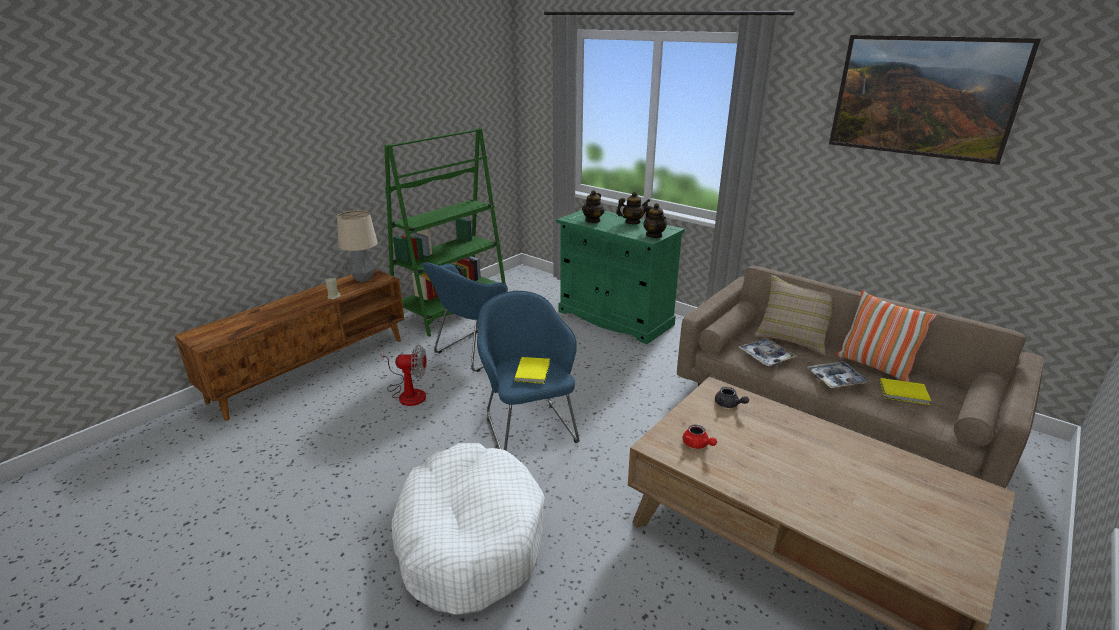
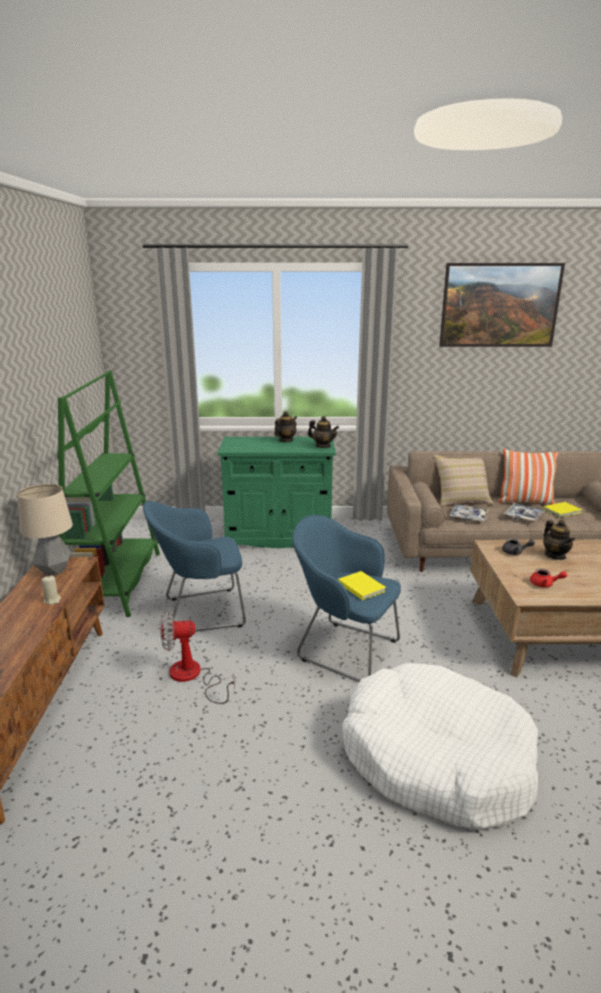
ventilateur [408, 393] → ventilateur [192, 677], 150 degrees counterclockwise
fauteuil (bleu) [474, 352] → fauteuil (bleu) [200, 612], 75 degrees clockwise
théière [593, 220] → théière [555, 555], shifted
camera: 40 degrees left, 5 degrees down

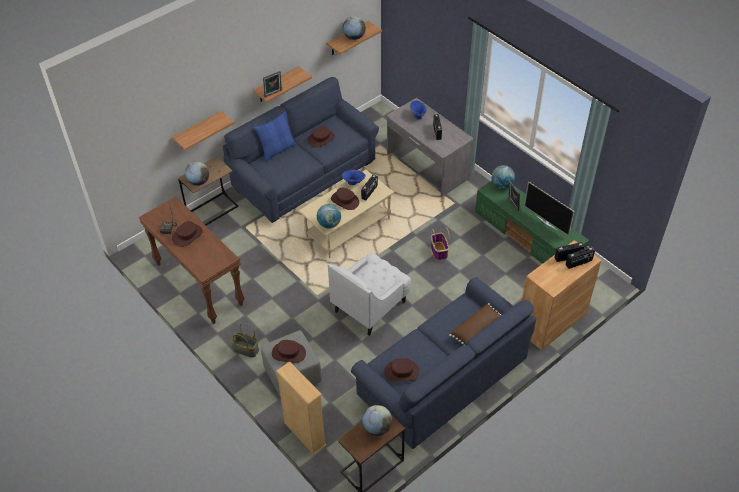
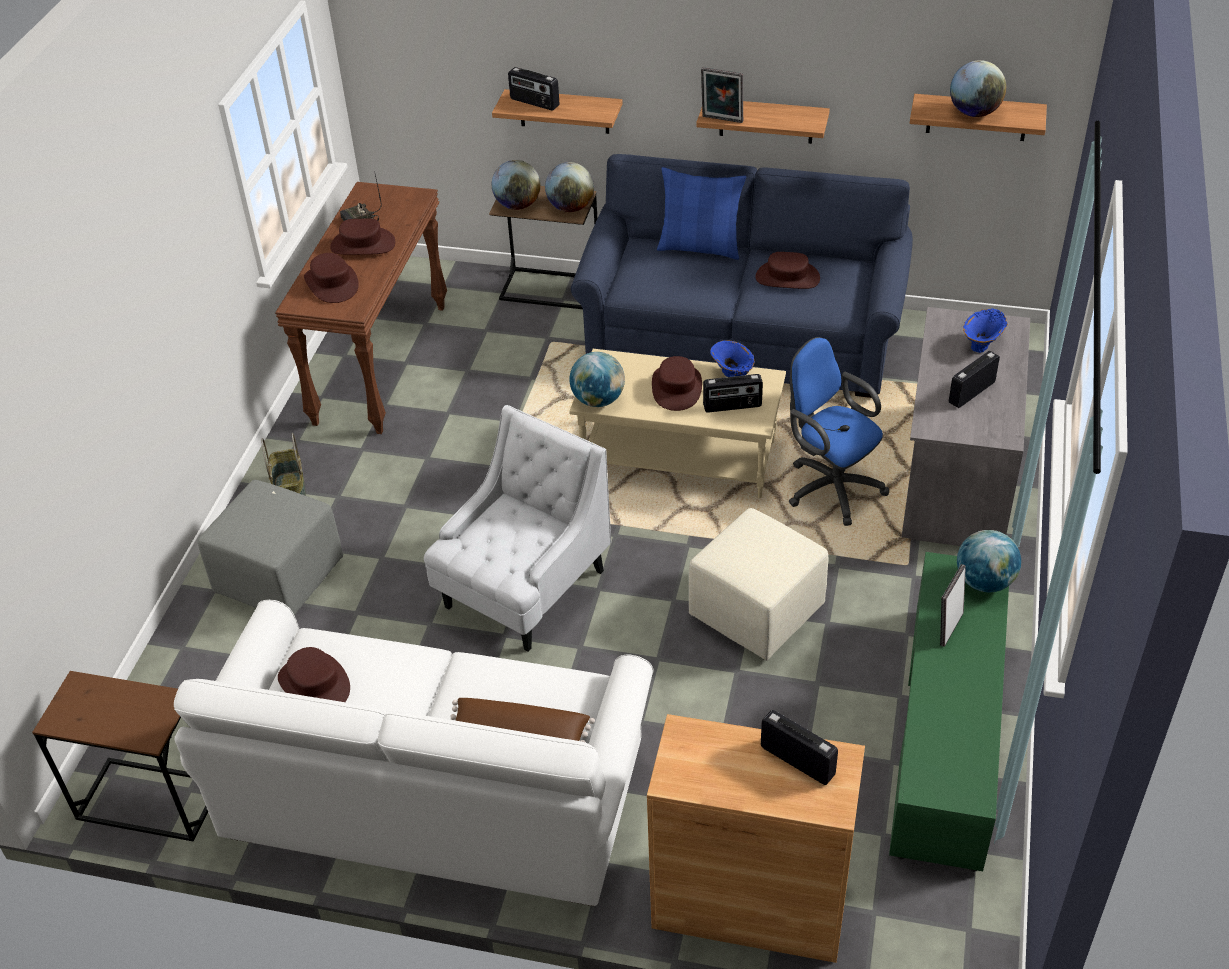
chapeau (marron) [289, 353] → chapeau (marron) [332, 283], shifted
bibliothèque (beige) [304, 434] → -
fauteuil (blanc) [370, 306] → fauteuil (blanc) [523, 590], 120 degrees clockwise
canapé (bleu) [442, 379] → canapé (blanc) [435, 794]
globe [377, 428] → globe [571, 207], shifted
panier [438, 251] → pouf (beige) [757, 610]
téléviseur [547, 222] → -
radio [579, 263] → radio [534, 103], shifted
- → chaise de bureau (bleu) [830, 486]
camera: 55 degrees right, 5 degrees down

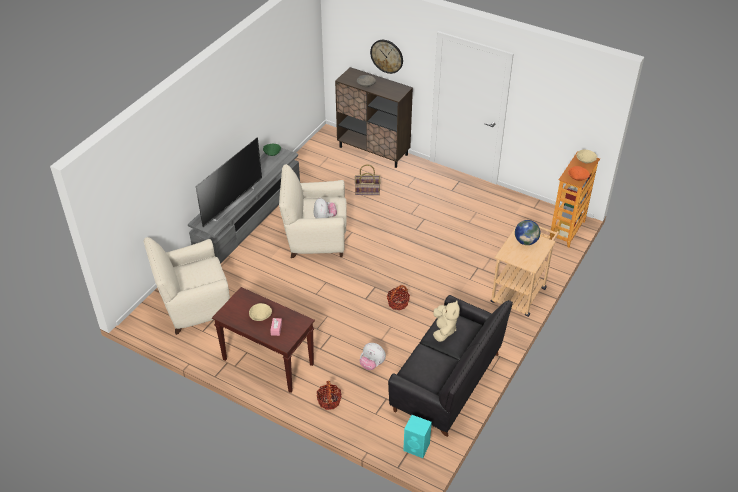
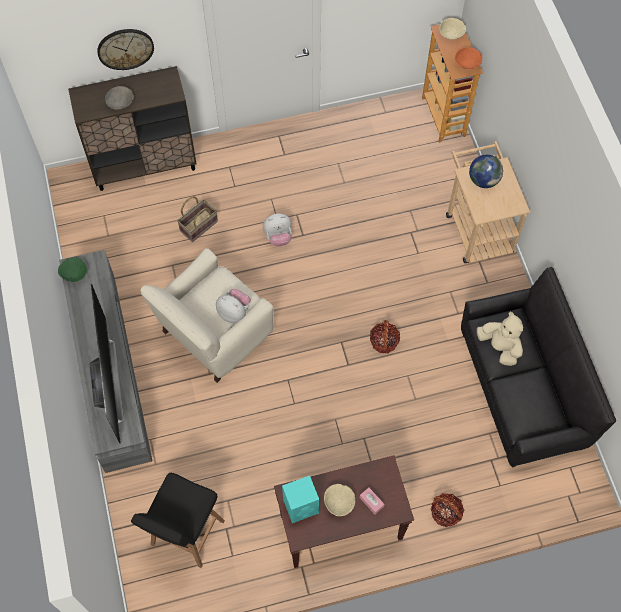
fauteuil (beige) [194, 306] → tabouret (noir) [186, 535]
peluche [372, 364] → peluche [278, 237], shifted
enceinte (turquoise) [417, 447] → enceinte (turquoise) [301, 506], shifted
camera: 45 degrees left, 20 degrees up

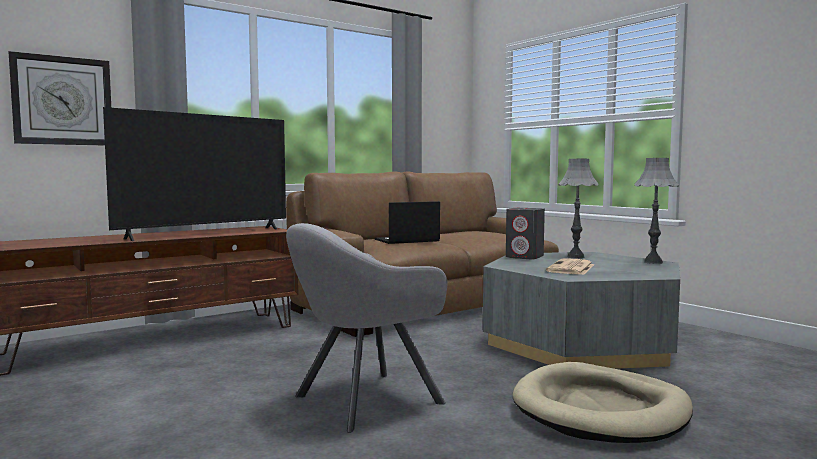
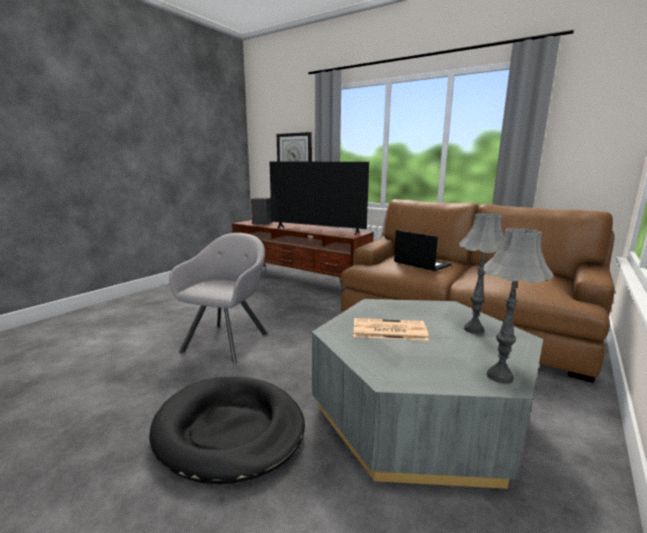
fauteuil (gris) [362, 401] → fauteuil (gris) [228, 340], 75 degrees clockwise
enceinte (gris) [525, 257] → enceinte (gris) [262, 223], shifted
panier pour chien (beige) [601, 410] → panier pour chien (noir) [230, 430]
camera: 70 degrees right, 10 degrees up

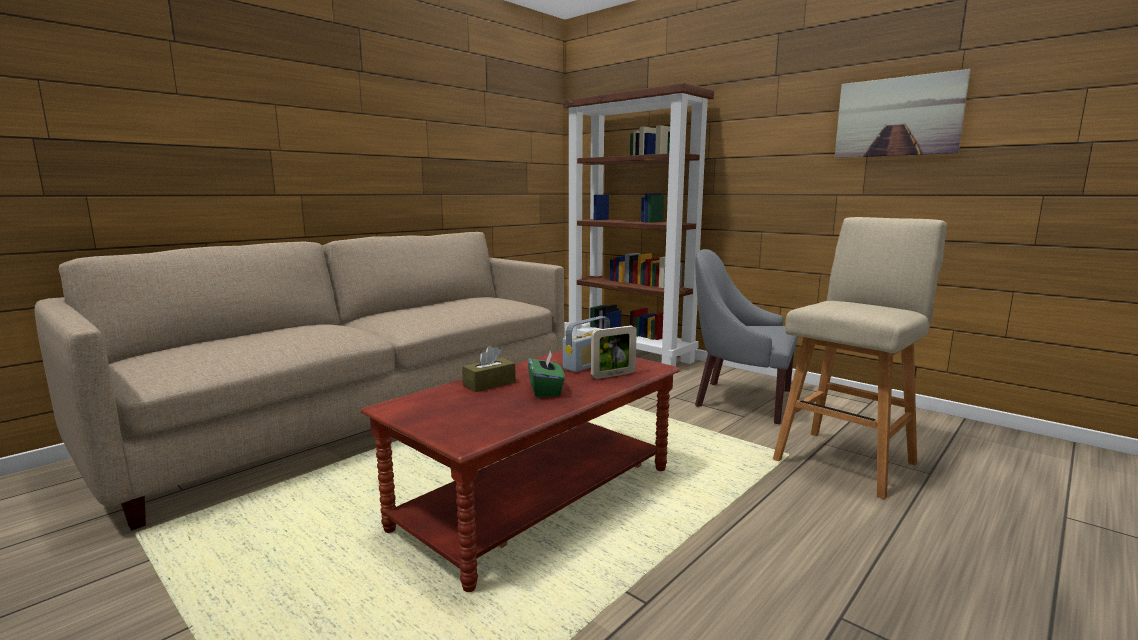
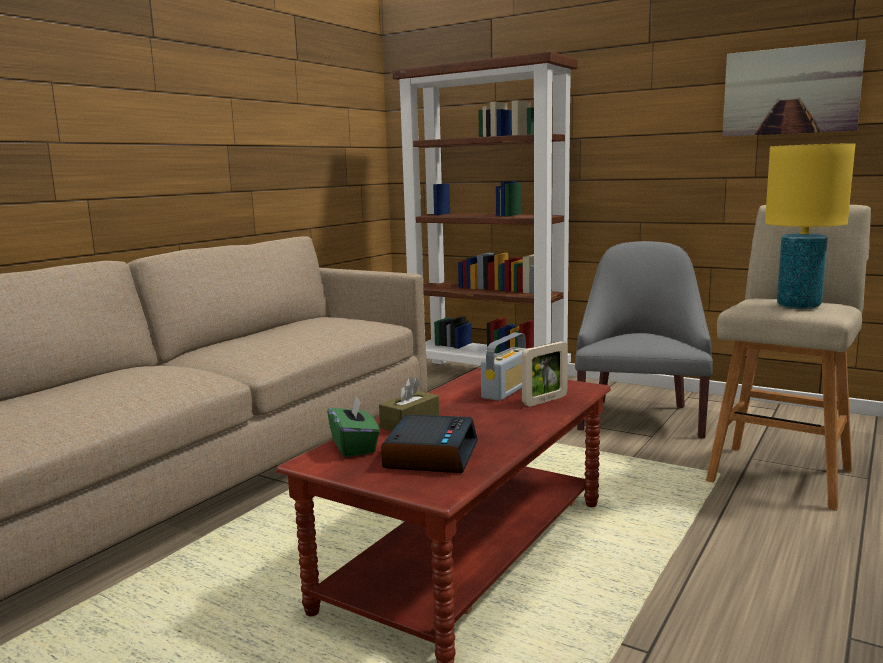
boîte à mouchoirs (vert) [546, 390] → boîte à mouchoirs (vert) [354, 447], shifted
fauteuil (gris) [741, 399] → fauteuil (gris) [640, 417], 90 degrees clockwise
- → réveil [430, 455]
- → lampe de table (jaune) [798, 306]
camera: 10 degrees left, 0 degrees up

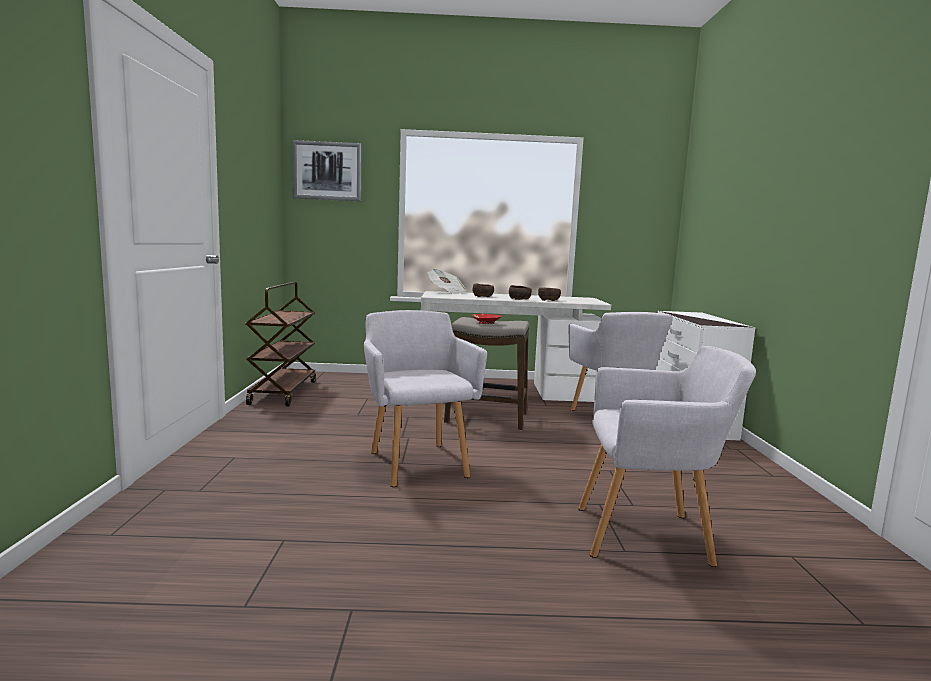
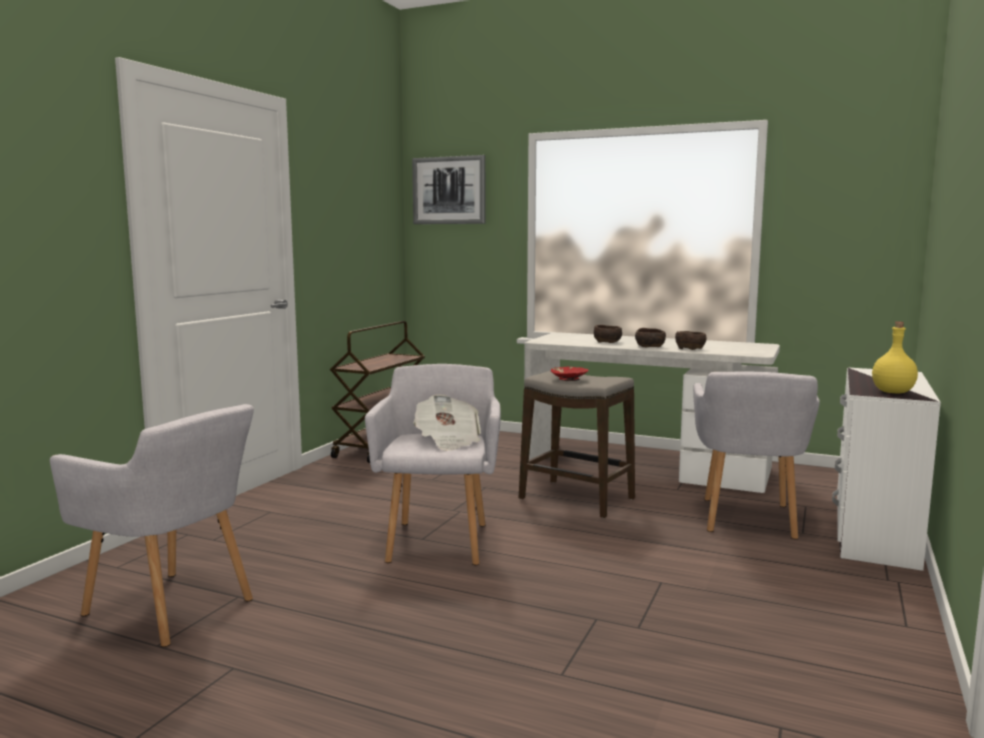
journal [446, 292] → journal [448, 441], shifted
fauteuil (gris) [649, 535] → fauteuil (gris) [173, 609], shifted
- → bouteille (jaune) [892, 392]
camera: 25 degrees right, 0 degrees up

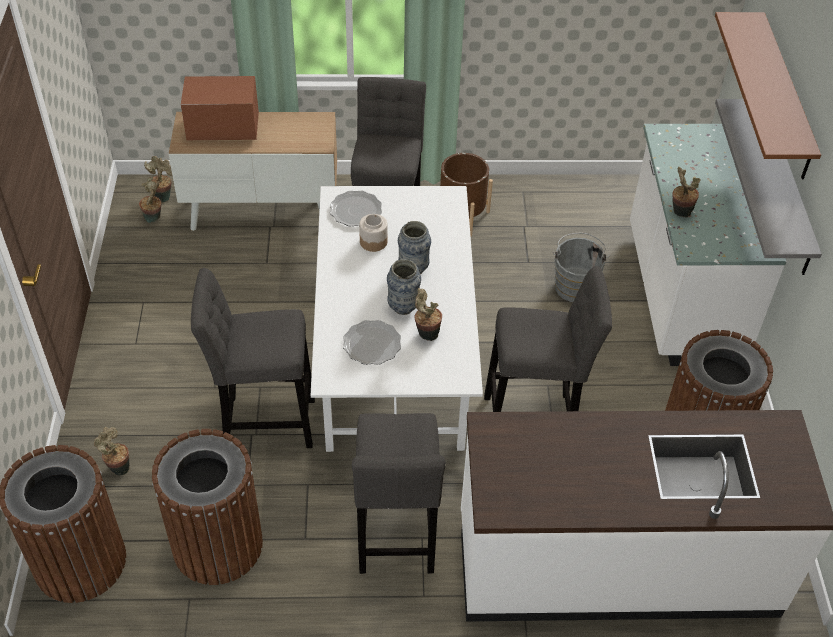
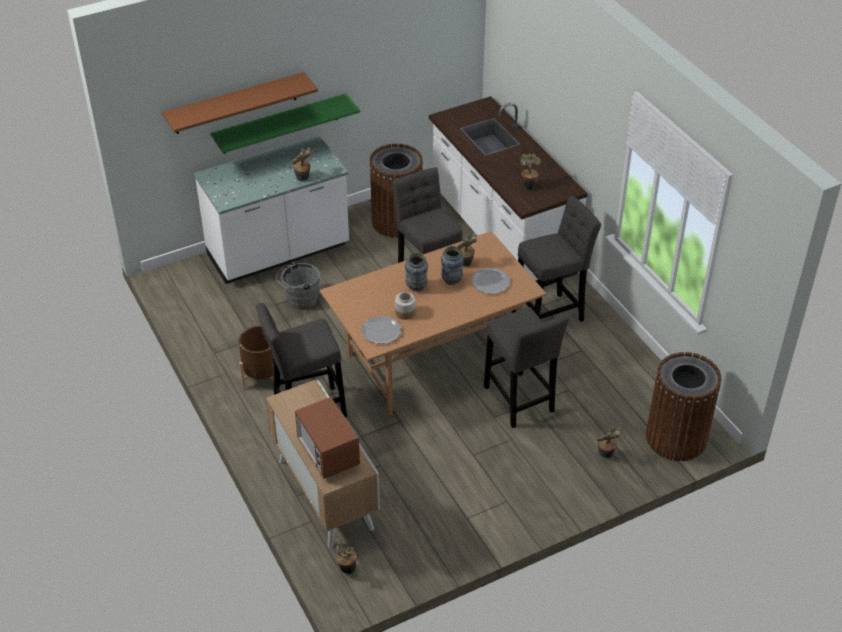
plante en pot [154, 218] → plante en pot [528, 186], shifted
poubelle (marron) [218, 545] → -
table à manger (blanc) [395, 370] → table à manger (marron) [432, 358]
étagère (gris) [785, 188] → étagère (vert) [280, 124]
camera: 115 degrees left, 5 degrees down

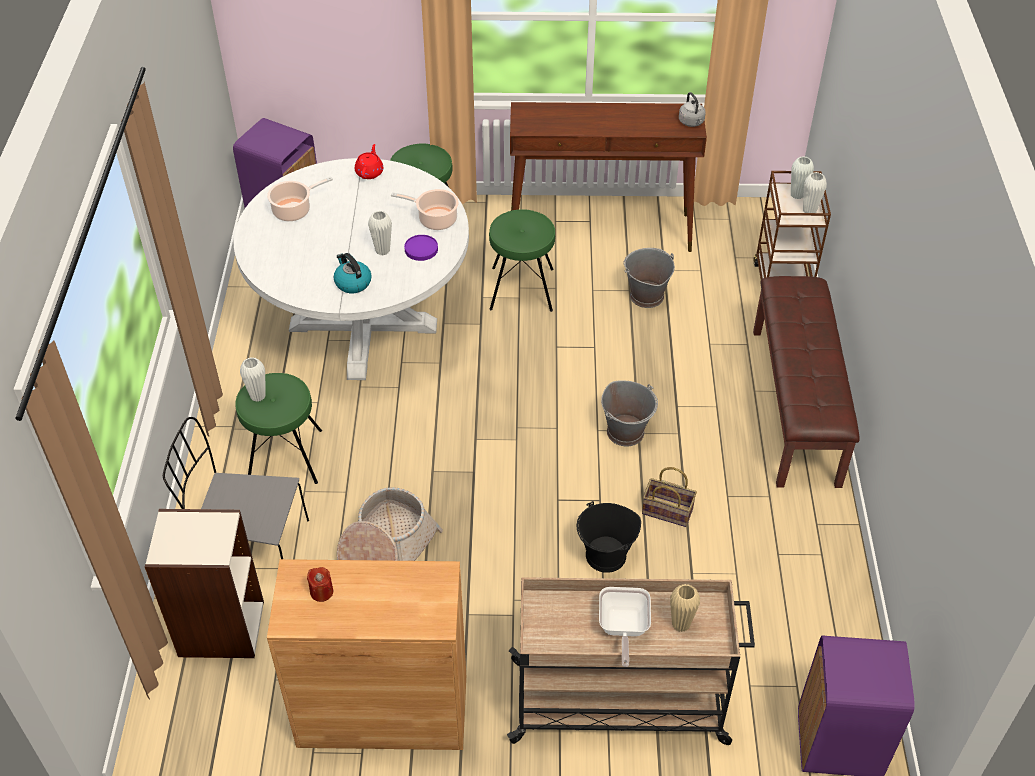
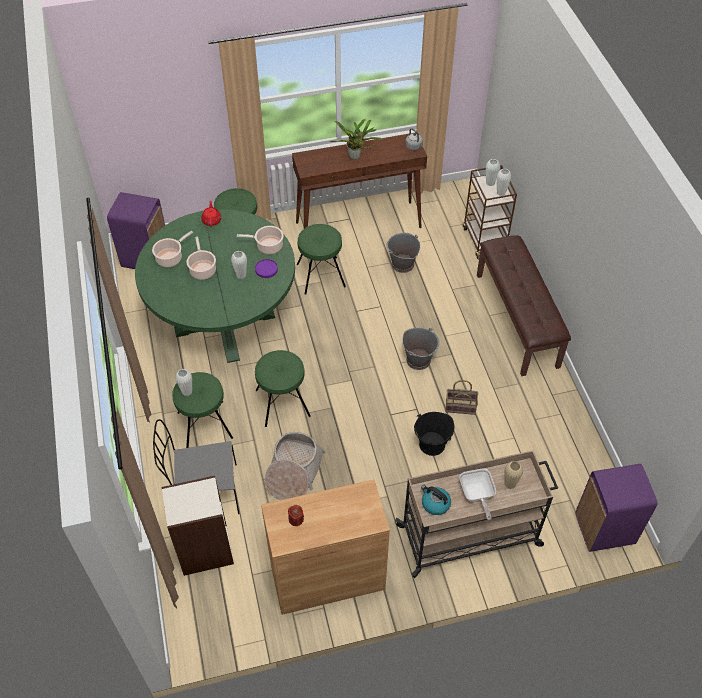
table à manger (blanc) [363, 326] → table à manger (vert) [225, 322]
bouilloire [352, 282] → bouilloire [435, 504], shifted
- → marmite [202, 269]
- → tabouret (vert) [282, 403]
- → plante en pot [356, 157]
camera: 15 degrees left, 5 degrees up

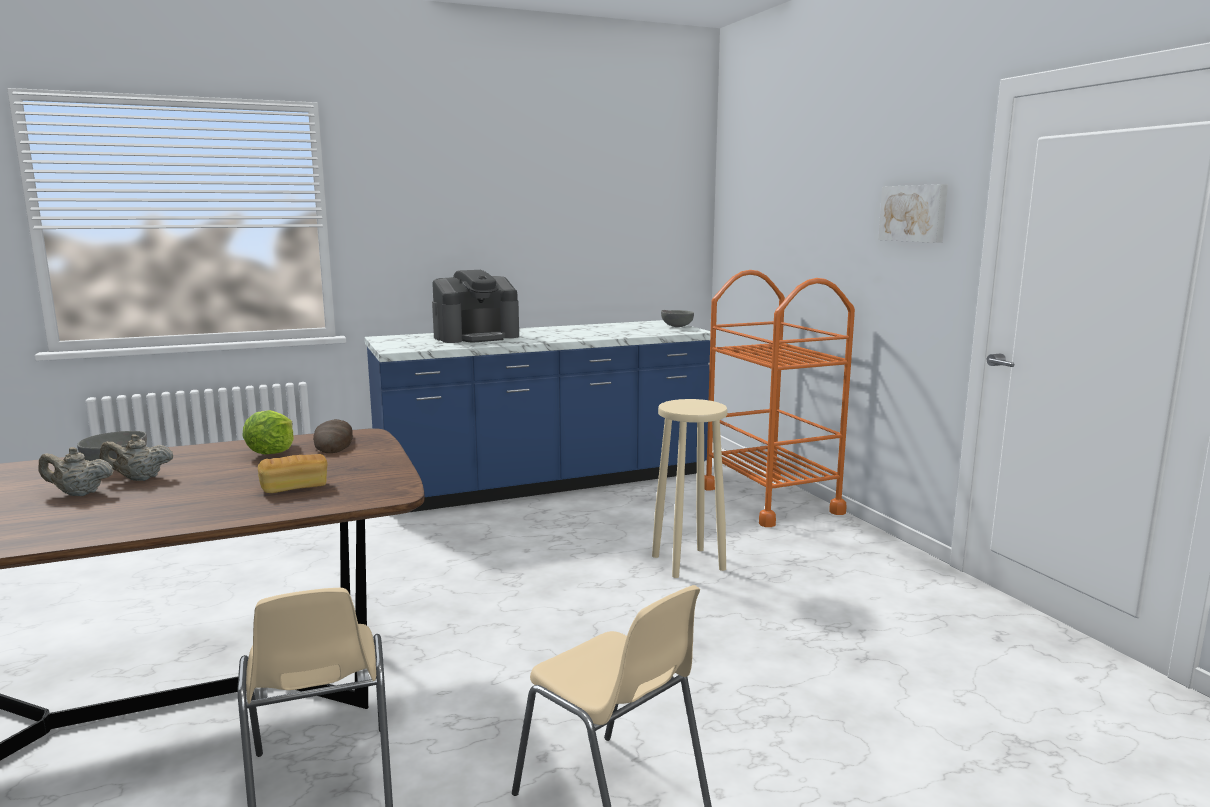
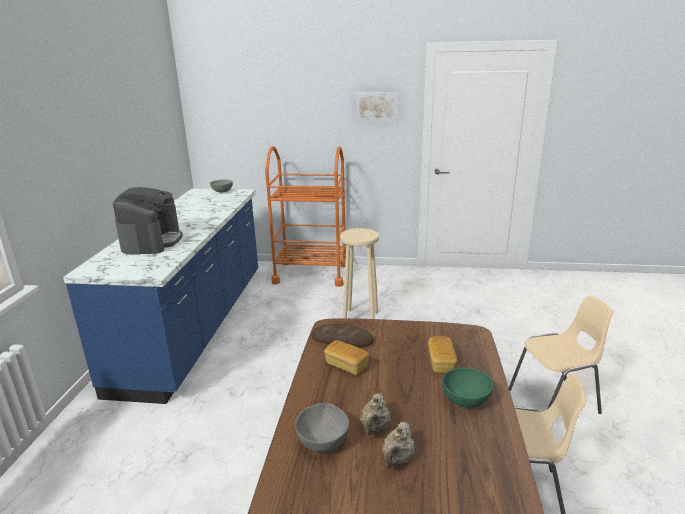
laitue [271, 452] → pain [346, 365]
- → bol (vert) [467, 400]
camera: 60 degrees left, 10 degrees up

